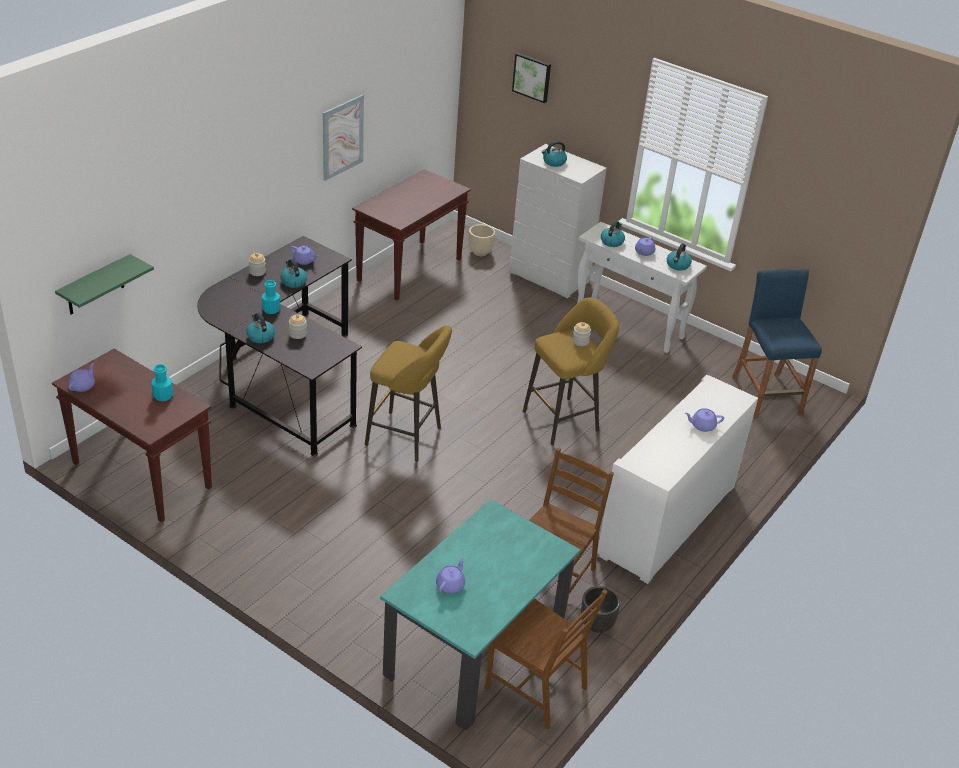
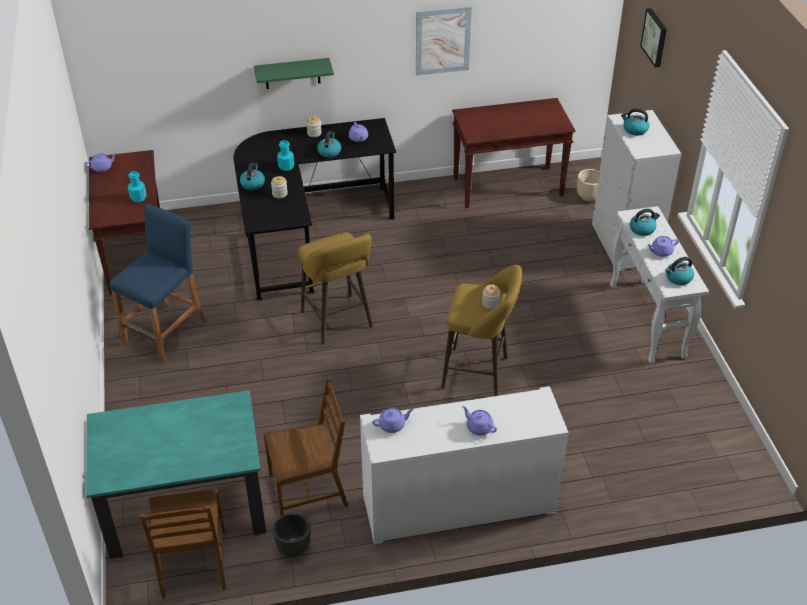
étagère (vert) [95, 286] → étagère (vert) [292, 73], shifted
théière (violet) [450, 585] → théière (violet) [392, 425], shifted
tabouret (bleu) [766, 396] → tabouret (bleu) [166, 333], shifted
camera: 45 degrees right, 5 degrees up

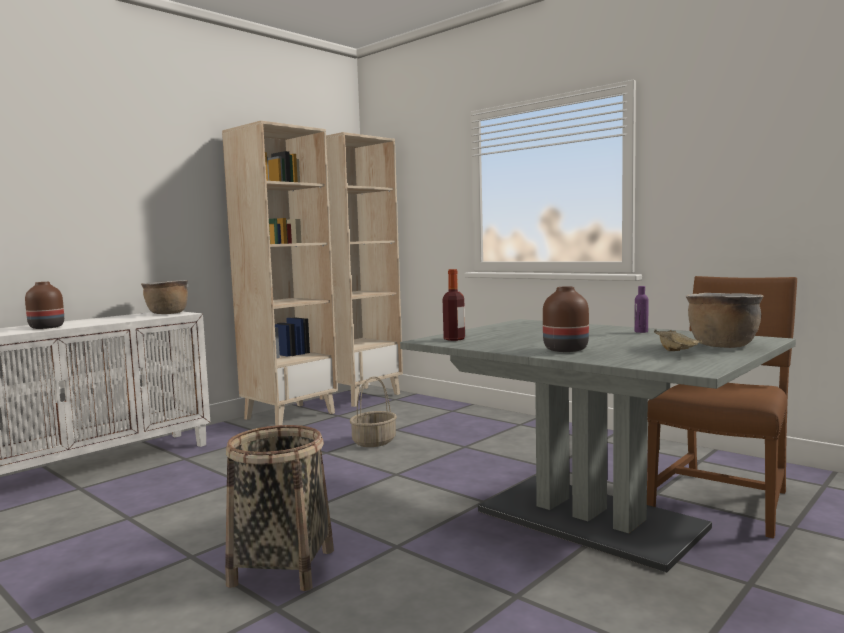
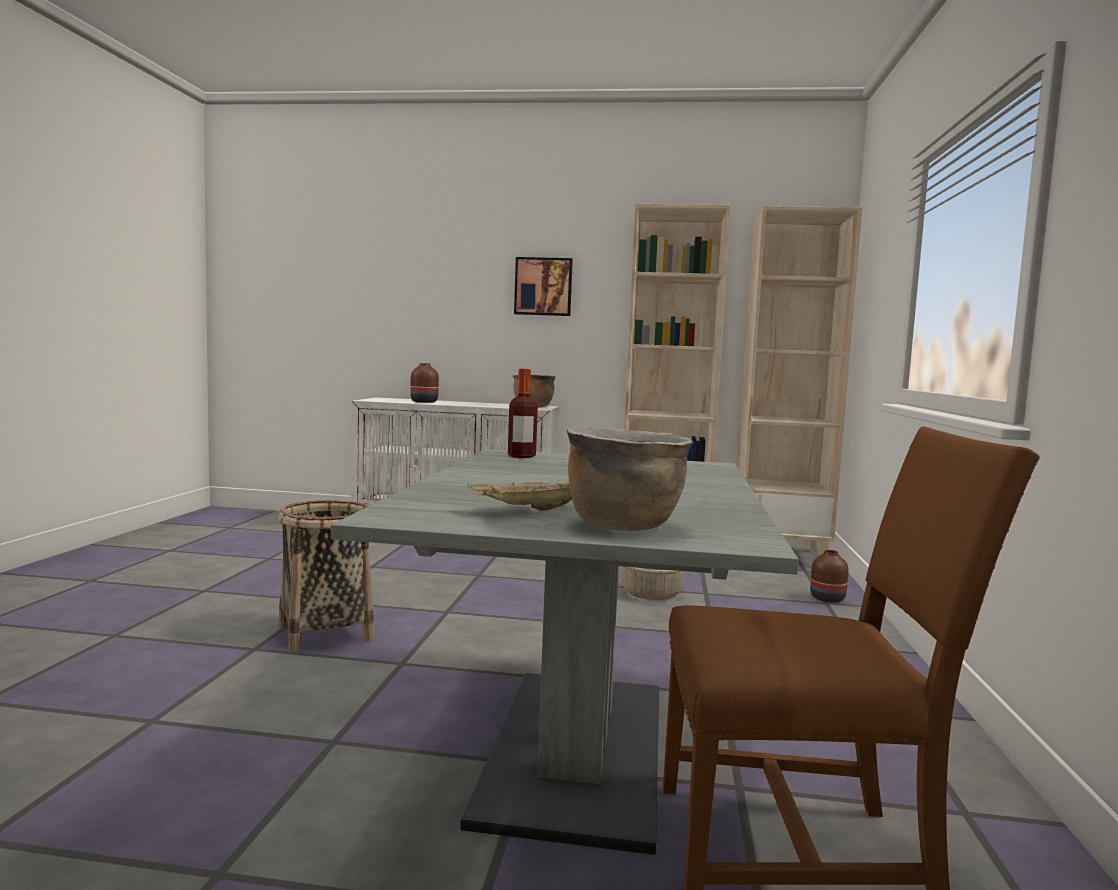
vase (marron) [564, 349] → vase (marron) [826, 598], shifted
bouteille (violet) [641, 331] → -
- → tableau [543, 286]
camera: 55 degrees right, 0 degrees up

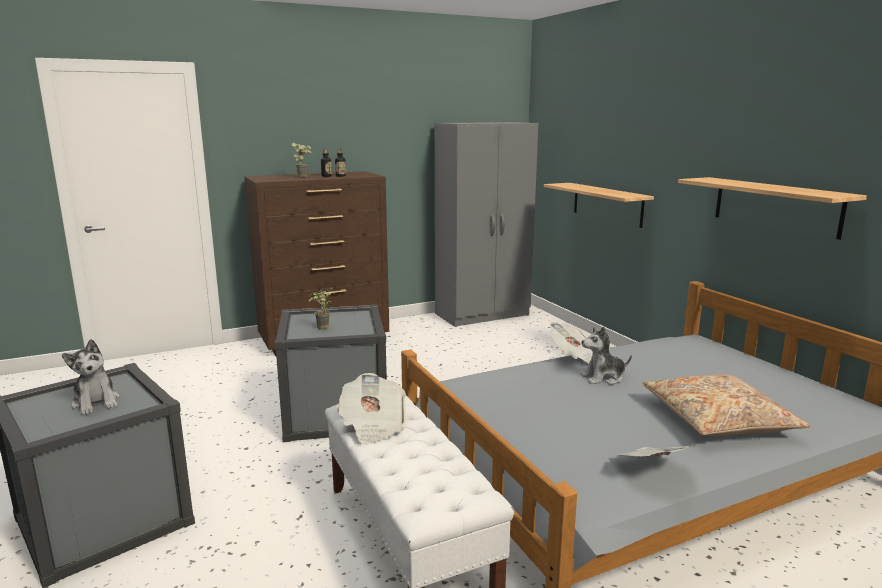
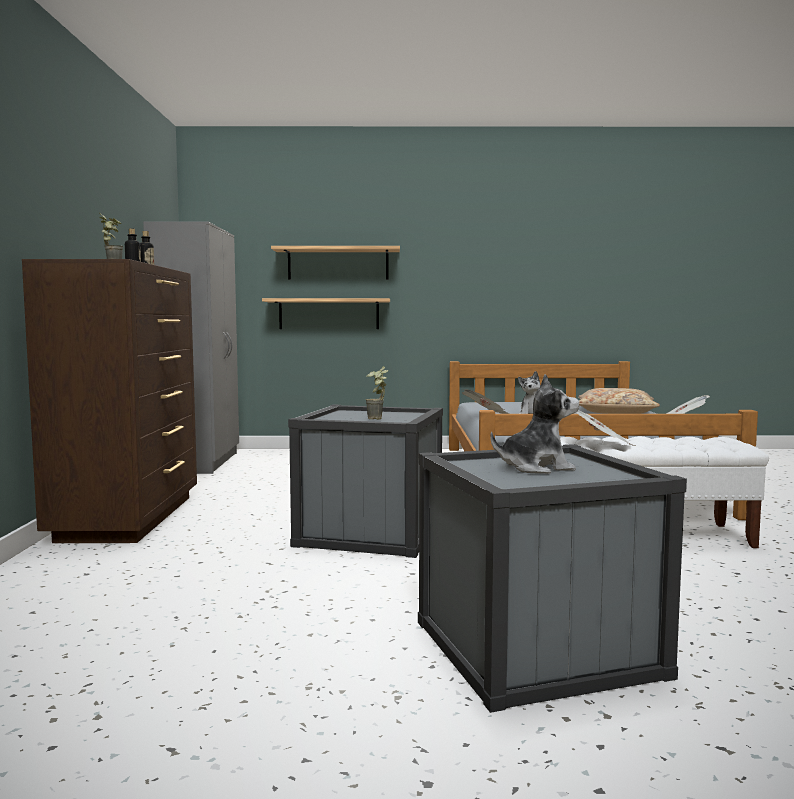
étagère [775, 206] → étagère [338, 264], shifted
camera: 65 degrees left, 10 degrees down

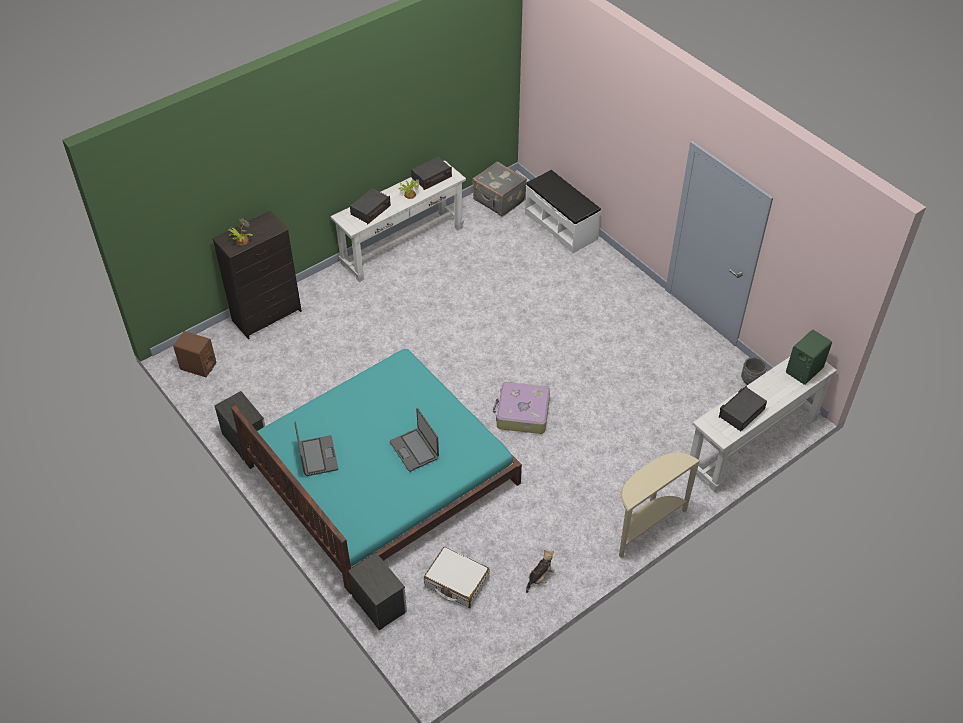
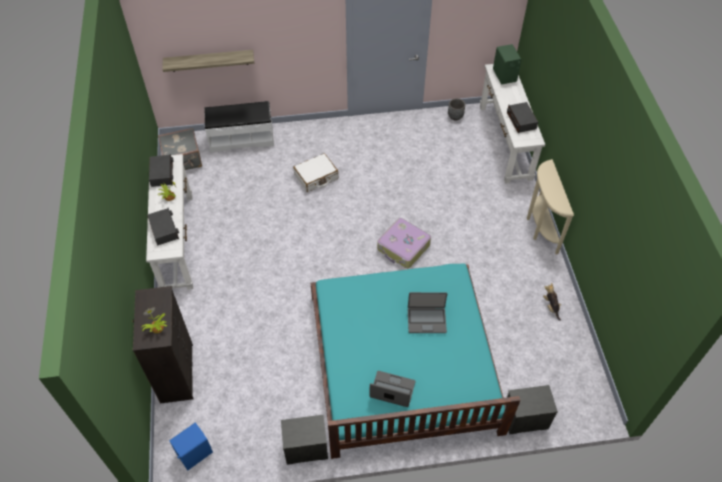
enceinte (marron) [198, 366] → enceinte (bleu) [194, 453]
valise (blanc) [456, 582] → valise (blanc) [316, 177], shifted
- → étagère [209, 60]
camera: 60 degrees left, 5 degrees up

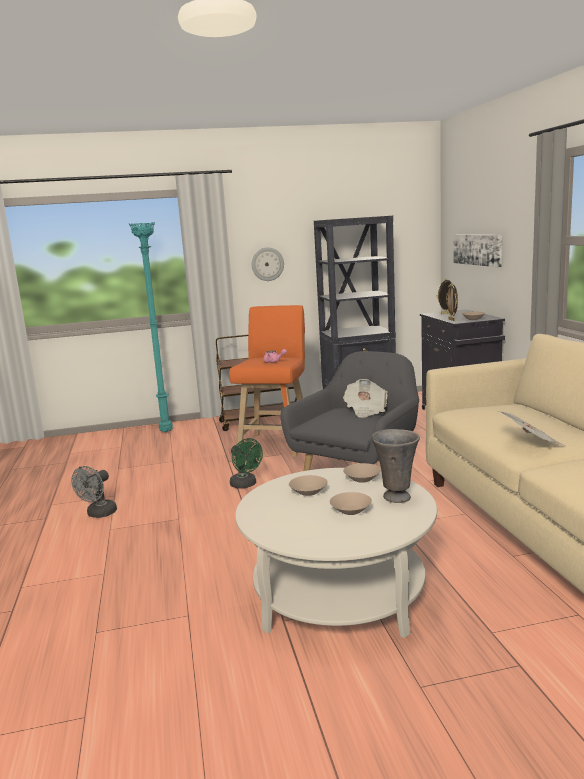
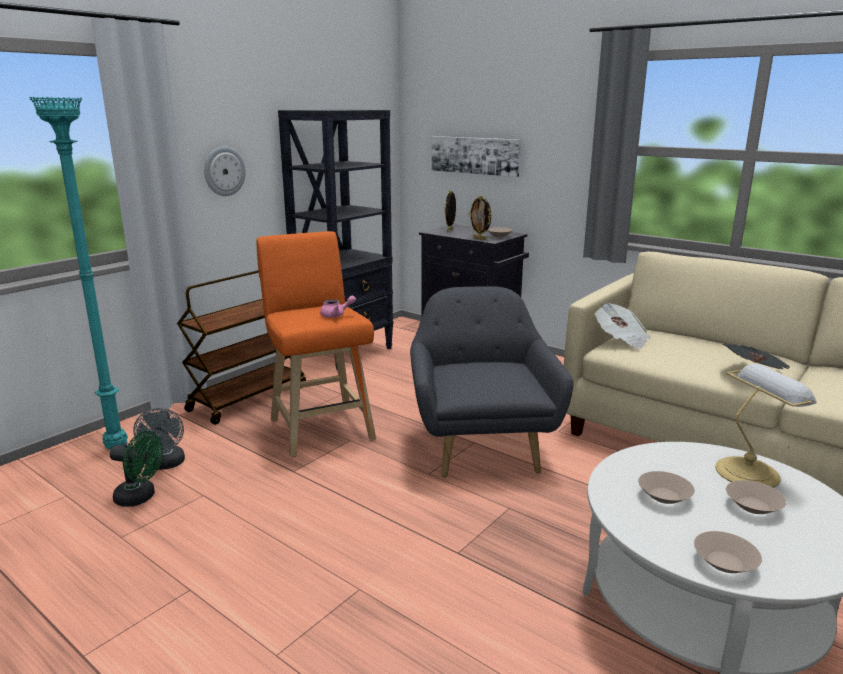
ventilateur (gris) [98, 514] → ventilateur (gris) [166, 465], shifted
ventilateur (vert) [246, 485] → ventilateur (vert) [140, 497], shifted
journal [365, 410] → journal [620, 339], shifted
bol (beige) [362, 479] → bol (beige) [725, 563], shifted
vase (gris) [396, 497] → lampe de table [749, 471]
camera: 40 degrees left, 5 degrees up

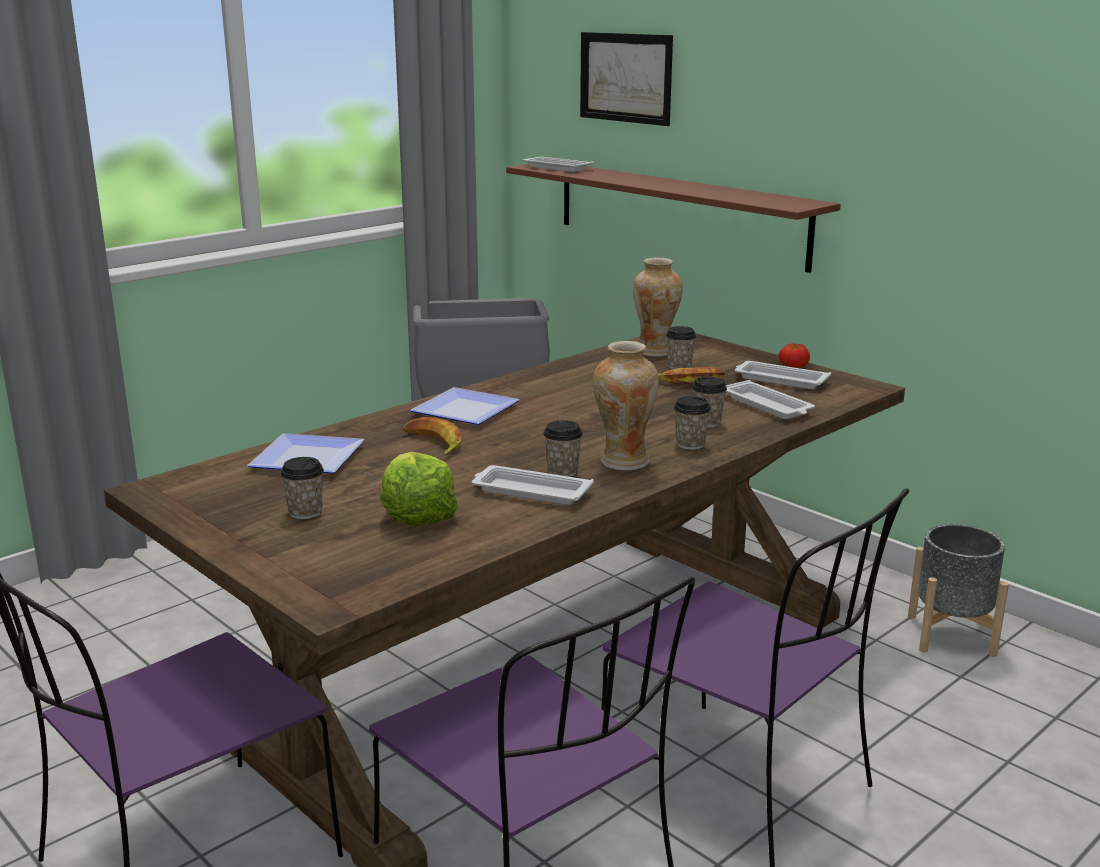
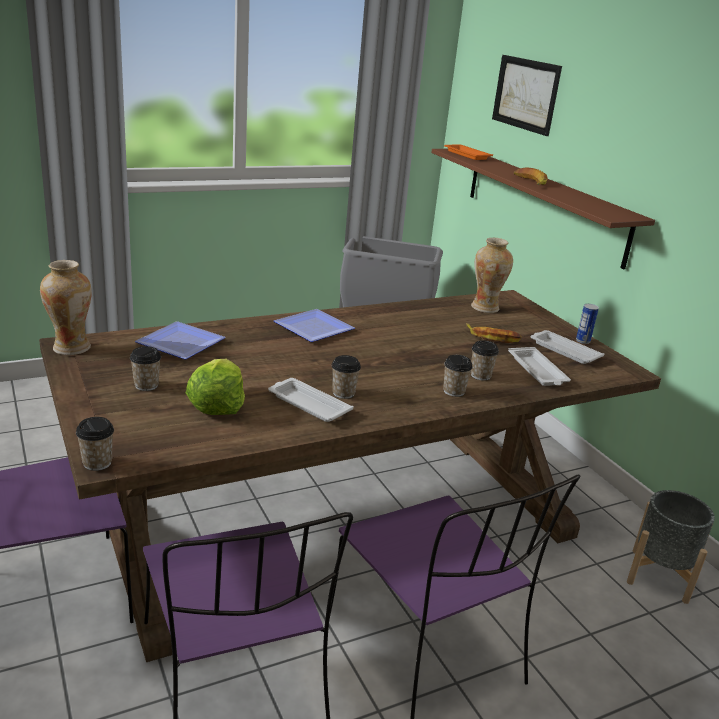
banane [432, 443] → banane [529, 181], shifted
plateau (blanc) [556, 168] → plateau (orange) [466, 155]
vase [624, 462] → vase [71, 348], shifted
tasse [679, 366] → tasse [97, 463], shifted
tomate [793, 366] → boîte métallique [583, 341]
camera: 15 degrees right, 5 degrees up

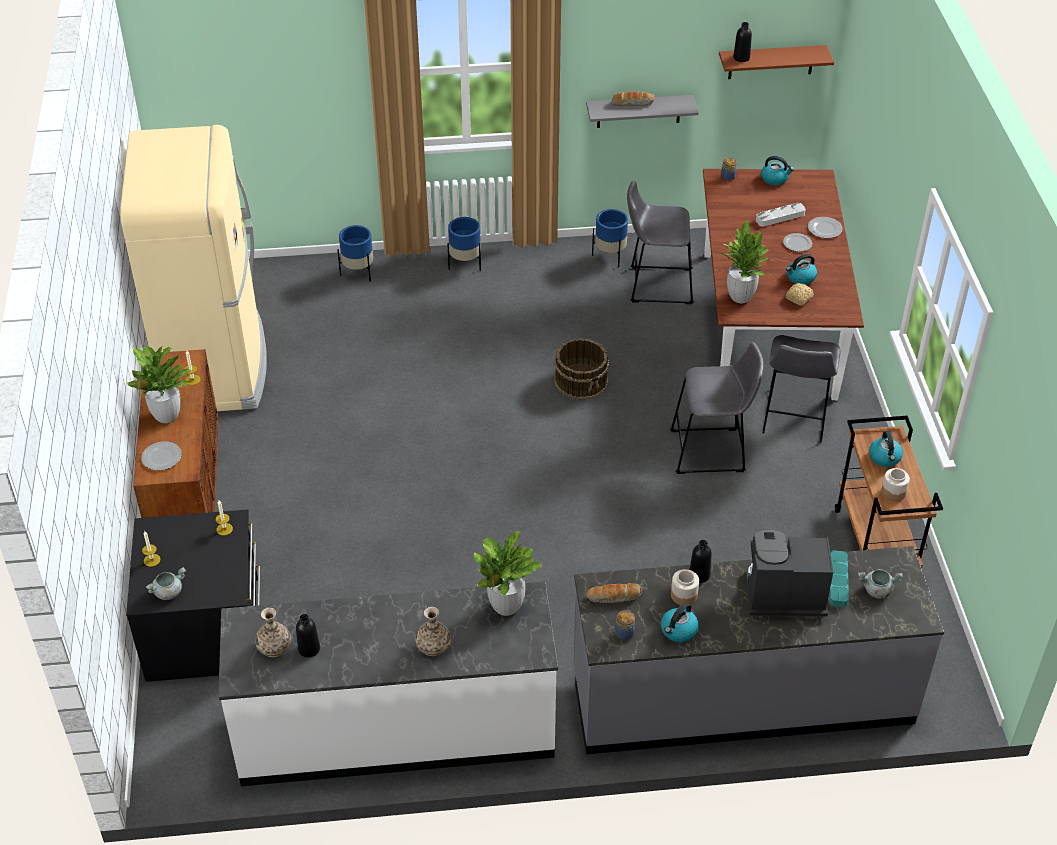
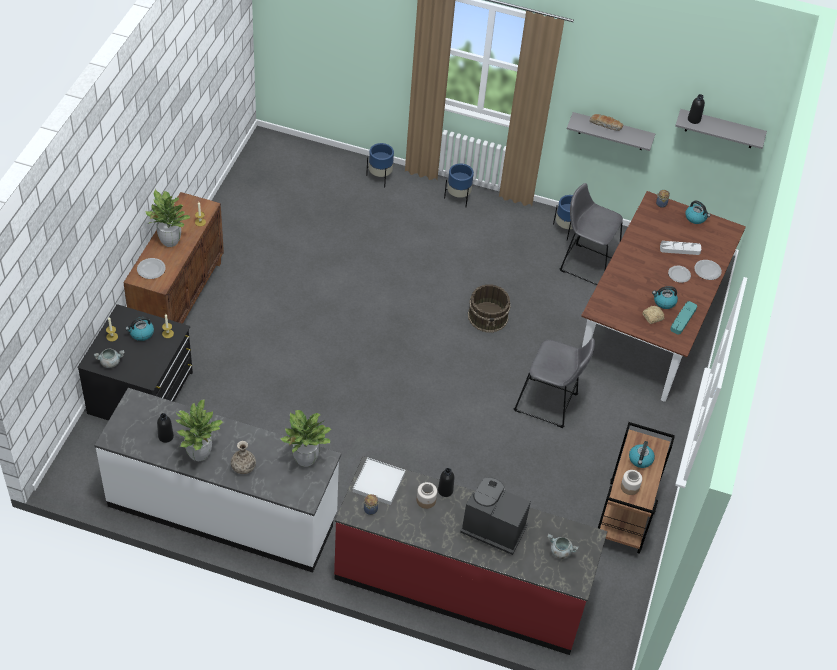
réfrigérateur (beige) [216, 365] → -
vase [274, 647] → -
comptoir de cuisine (gris) [741, 696] → comptoir de cuisine (rouge) [461, 584]
pain [614, 597] → plateau (blanc) [378, 482]
bouilloire [678, 630] → bouilloire [141, 333], shifted
plante en pot [740, 297] → plante en pot [199, 454], shifted
étagère (marron) [771, 62] → étagère (gris) [720, 129]
tabouret (gris) [794, 418] → -
plateau (turquoise) [837, 581] → plateau (turquoise) [683, 319], shifted
camera: 20 degrees right, 5 degrees up

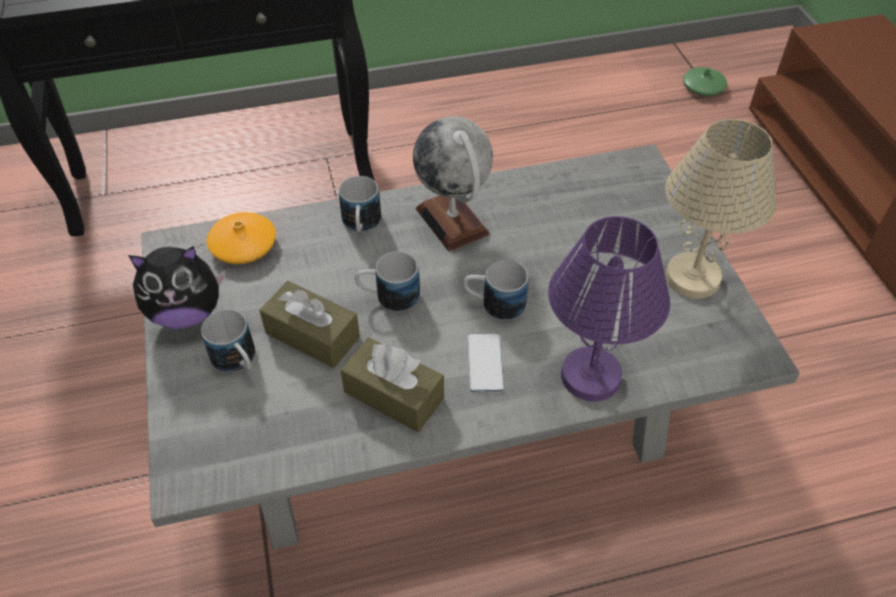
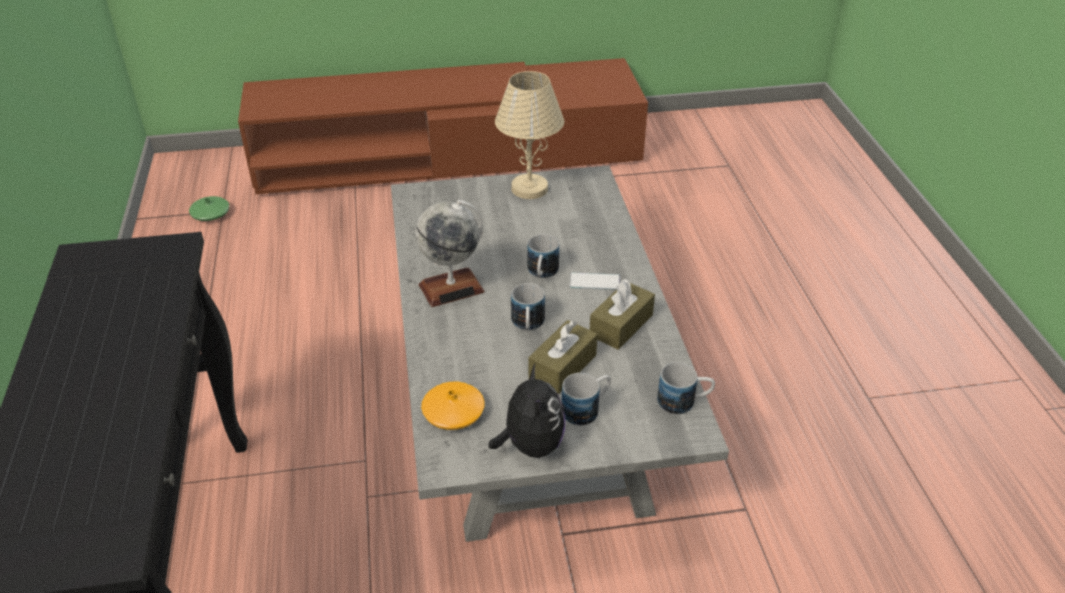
mug [361, 225] → mug [684, 402], shifted
lampe de table (violet) [589, 376] → -
camera: 85 degrees left, 10 degrees down

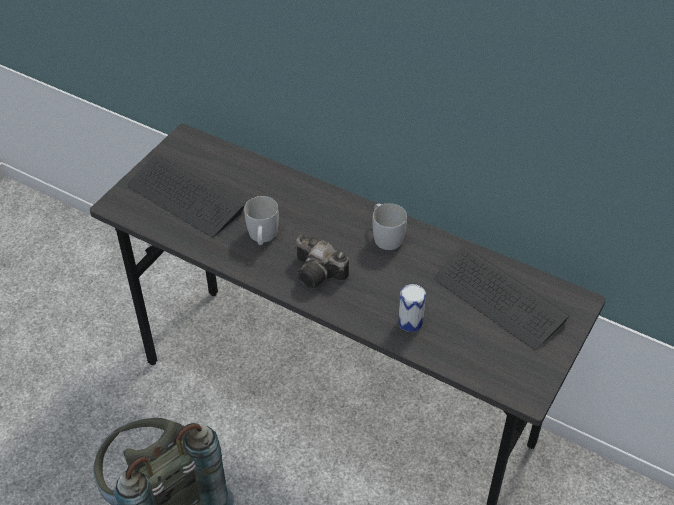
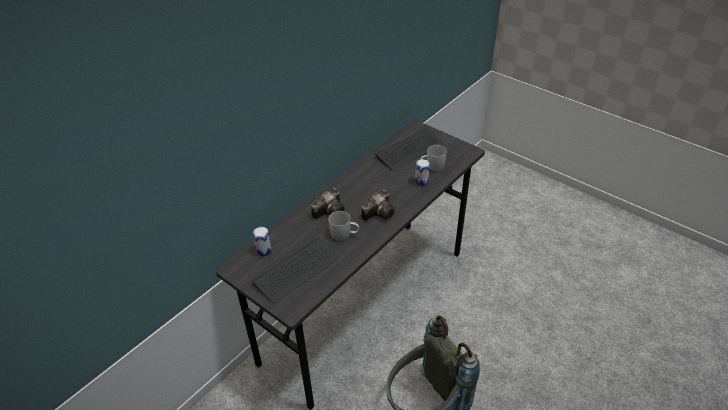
mug (blanc) [385, 235] → mug (blanc) [432, 167], shifted
- → boîte métallique [264, 251]
- → appareil photo [330, 210]
camera: 80 degrees left, 5 degrees down

